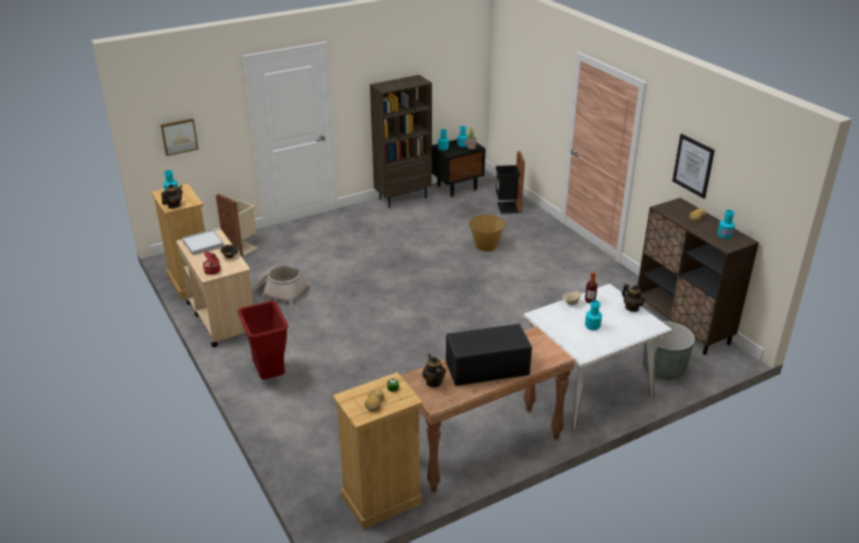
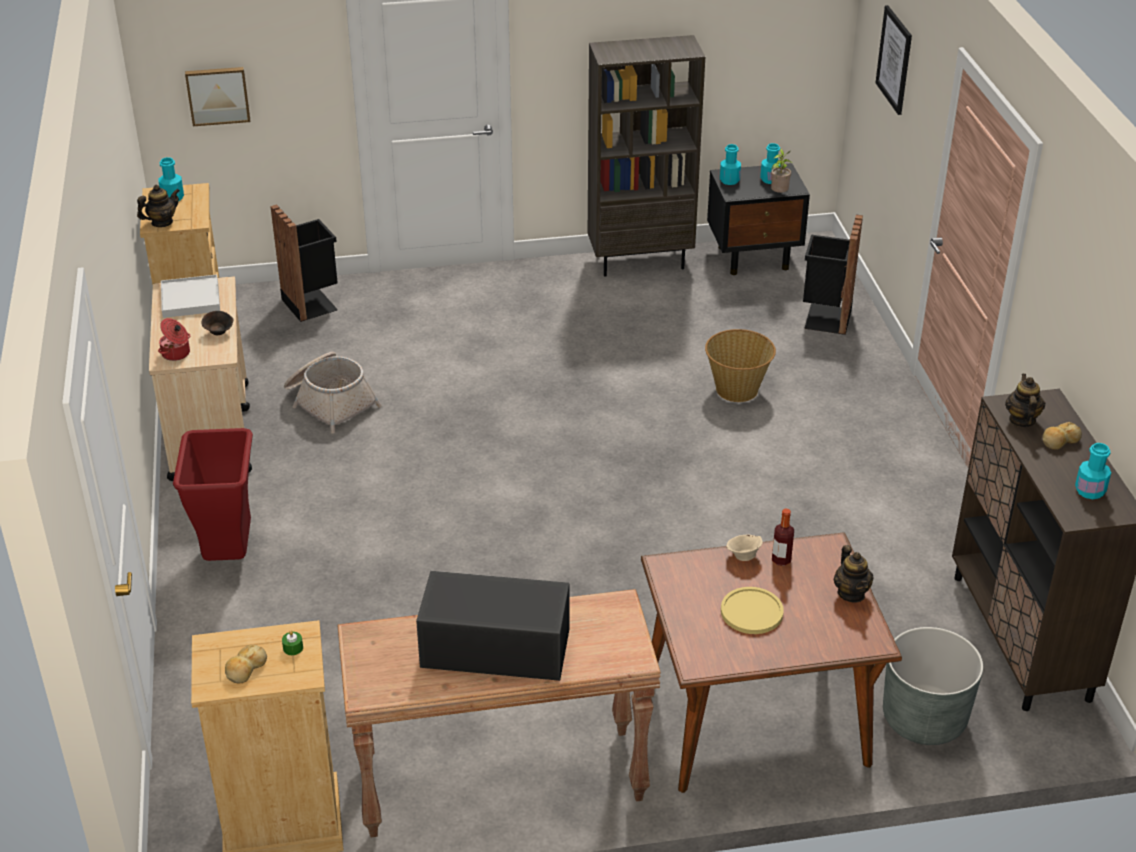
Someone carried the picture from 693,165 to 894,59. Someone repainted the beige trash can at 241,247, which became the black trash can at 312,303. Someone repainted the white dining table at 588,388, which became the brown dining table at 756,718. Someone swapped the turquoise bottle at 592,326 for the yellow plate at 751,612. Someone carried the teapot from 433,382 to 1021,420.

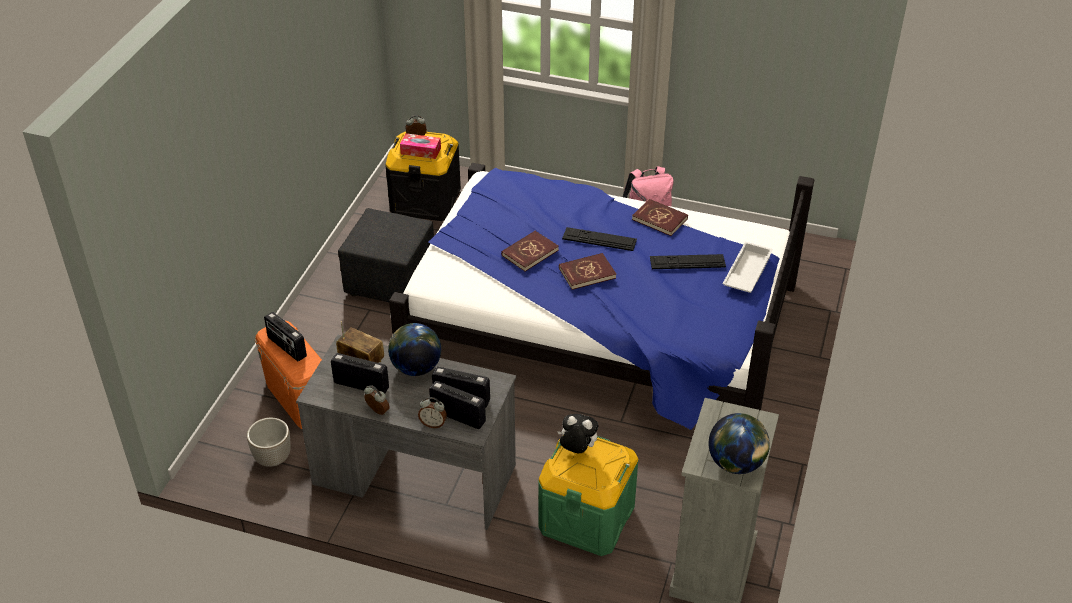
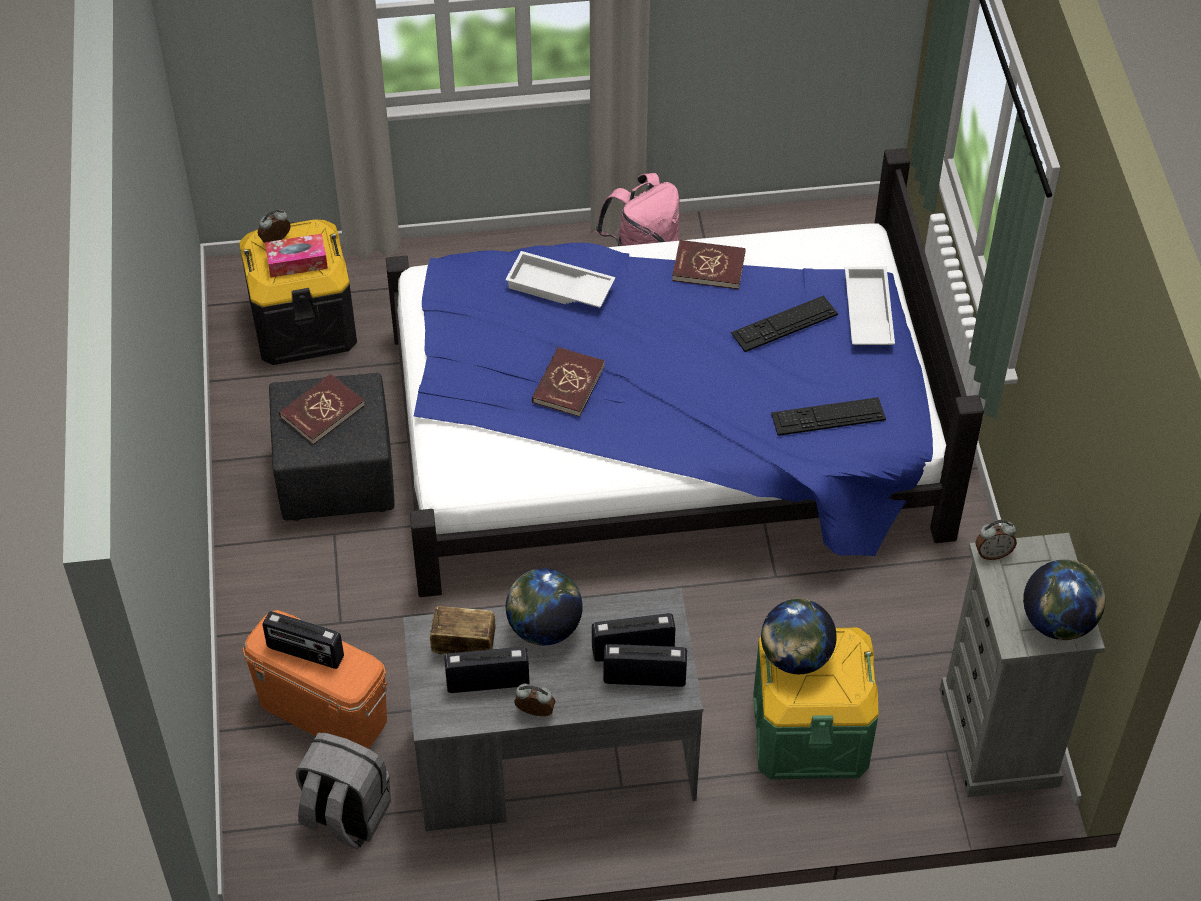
Someone carried the keyboard from 599,239 to 828,416. Someone carried the red book from 587,273 to 322,411. Someone carried the alarm clock from 433,424 to 992,553. Someone swapped the plush toy at 577,449 for the globe at 795,657. Someone swapped the planter at 272,458 for the grey backpack at 345,815. Someone put down the white tray at 558,288.

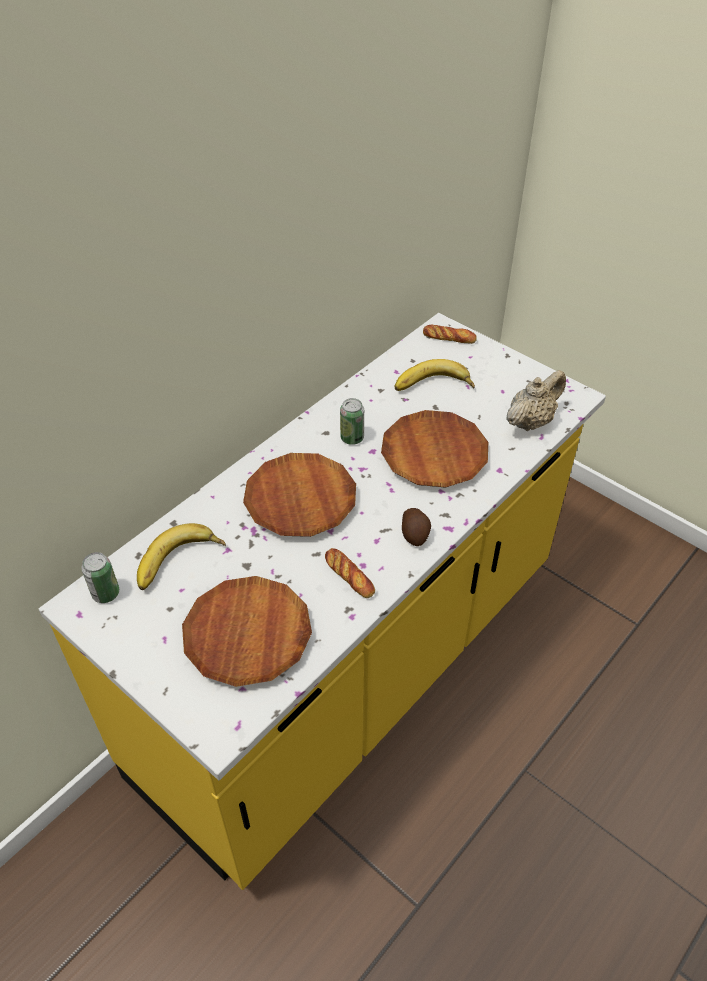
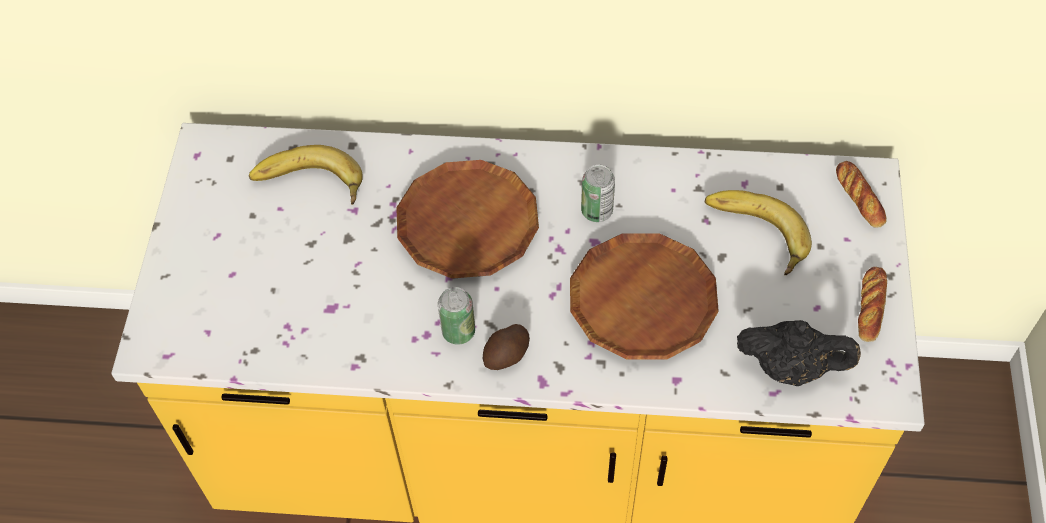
Someone repainted the beige teapot at 531,421, which became the black teapot at 791,367. Someone carried the bread from 349,576 to 871,307. Someone carried the can from 106,593 to 458,331. Someone took away the brown plate at 247,635.

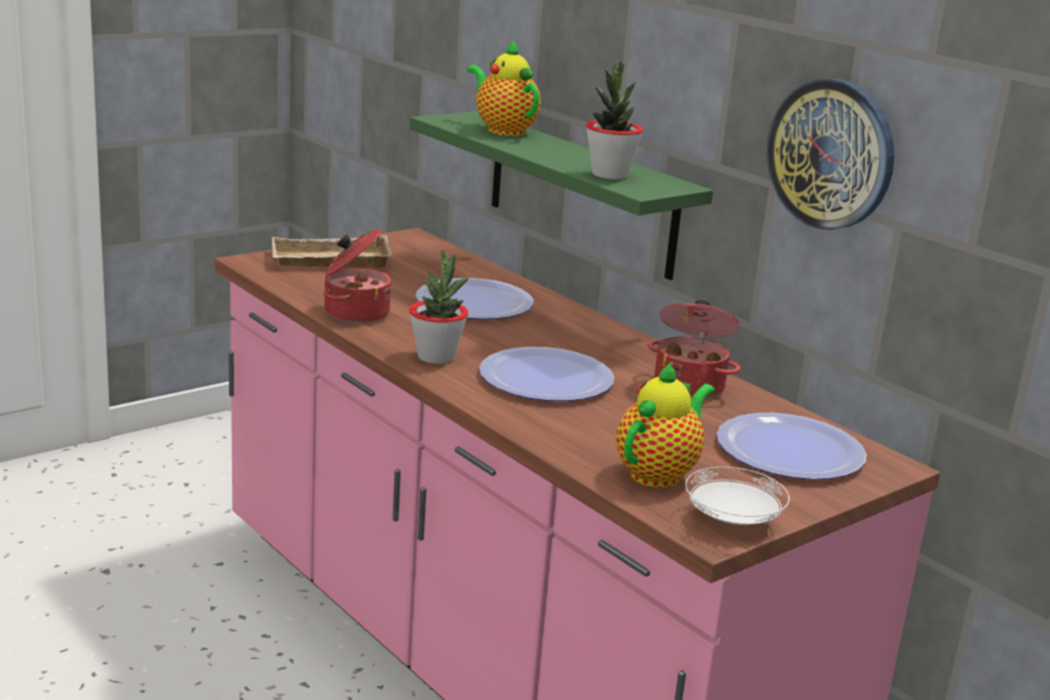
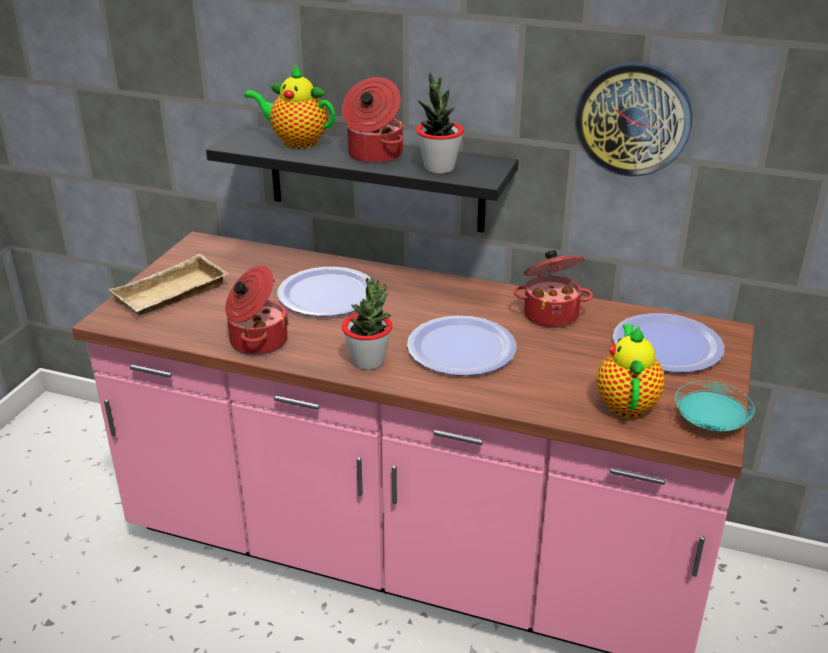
Someone repainted the green shelf at 581,193, which became the black shelf at 375,178. Someone repainted the white plate at 732,521, which became the turquoise plate at 710,424. Someone put down the cooking pot at 374,155.

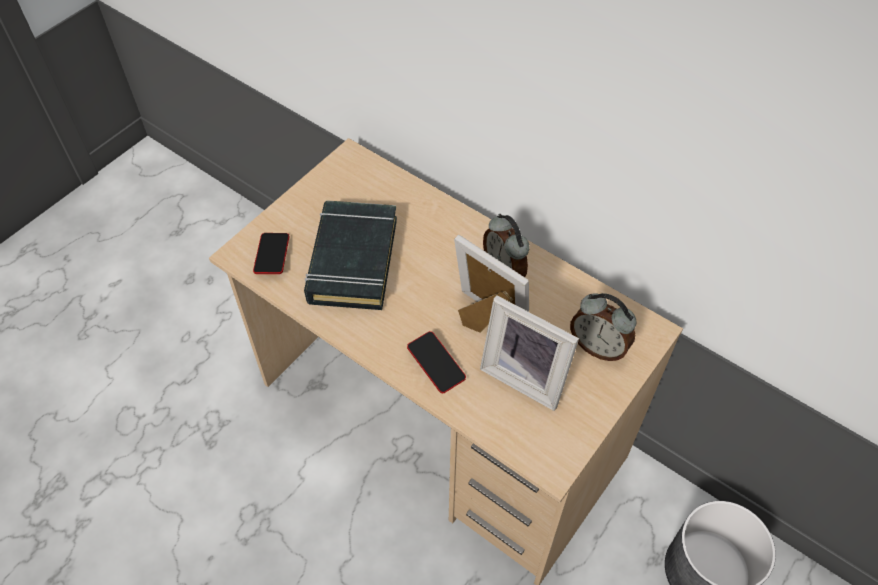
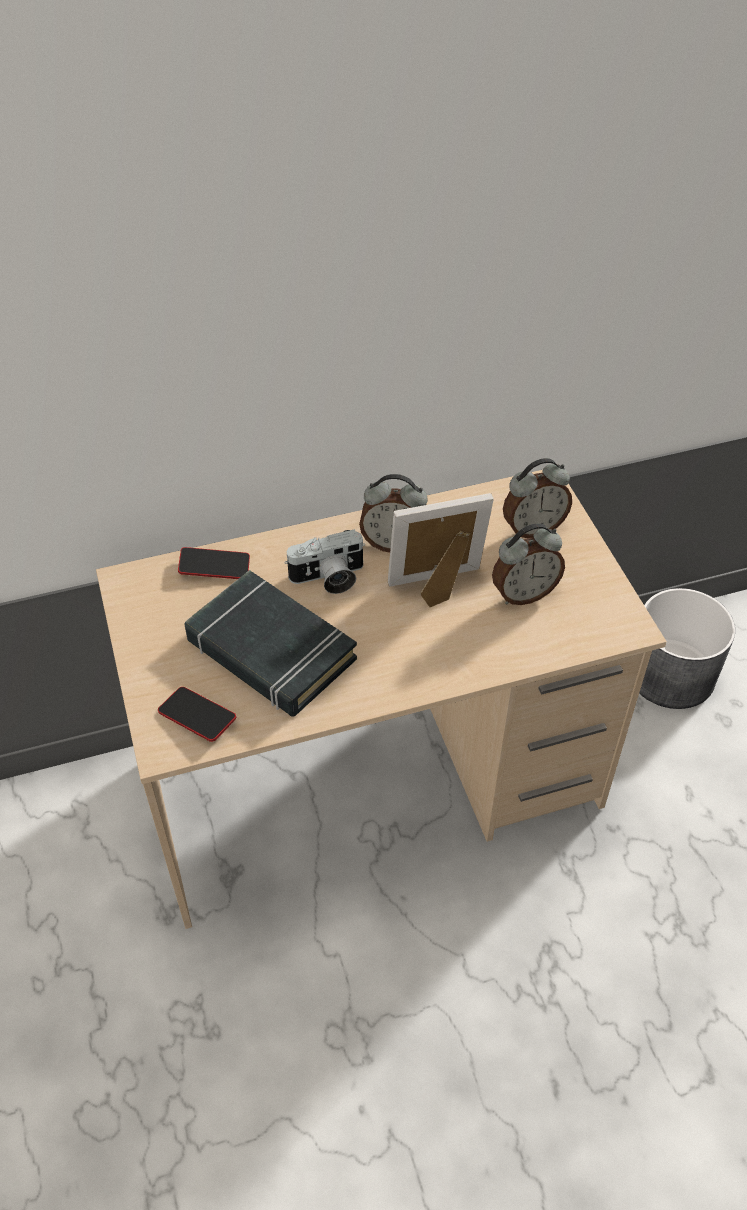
Someone swapped the picture frame at 526,376 for the alarm clock at 523,593. Someone carried the phone from 436,364 to 214,567. Someone put down the photo camera at 328,578.

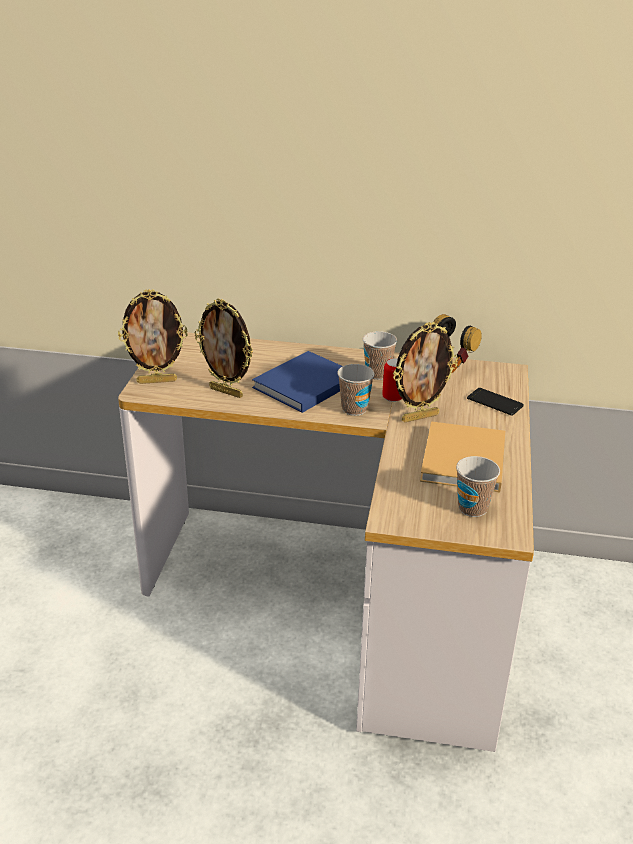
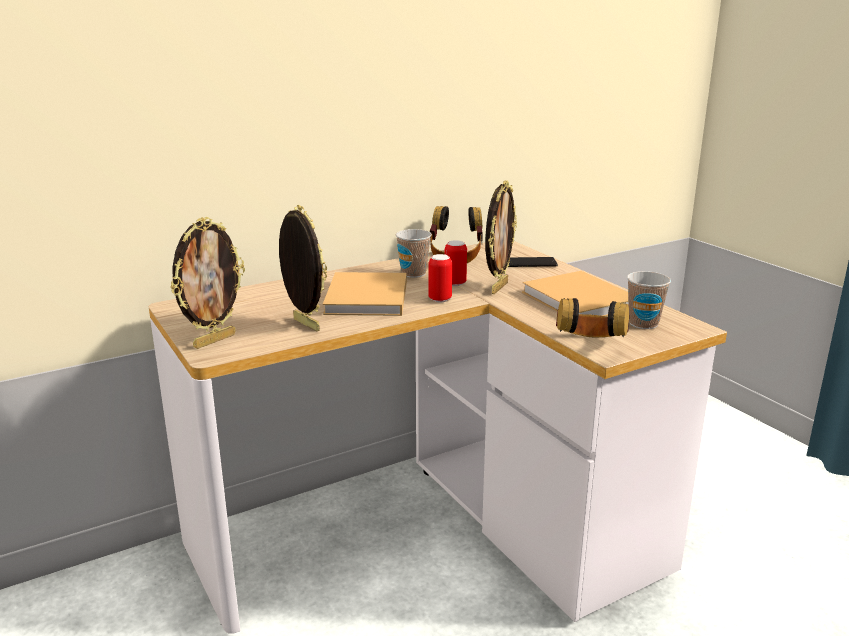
Someone rotated the picture frame at 227,392 by 120 degrees counterclockwise. Someone repainted the blue book at 303,385, which became the beige book at 366,299. Someone swapped the cup at 354,409 for the can at 440,299. Someone put down the headphones at 589,350.

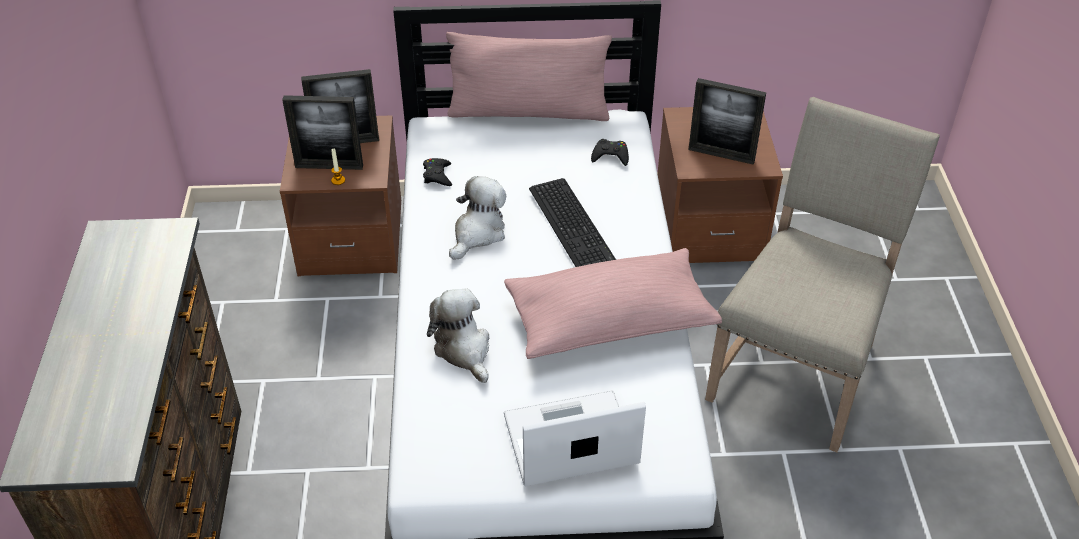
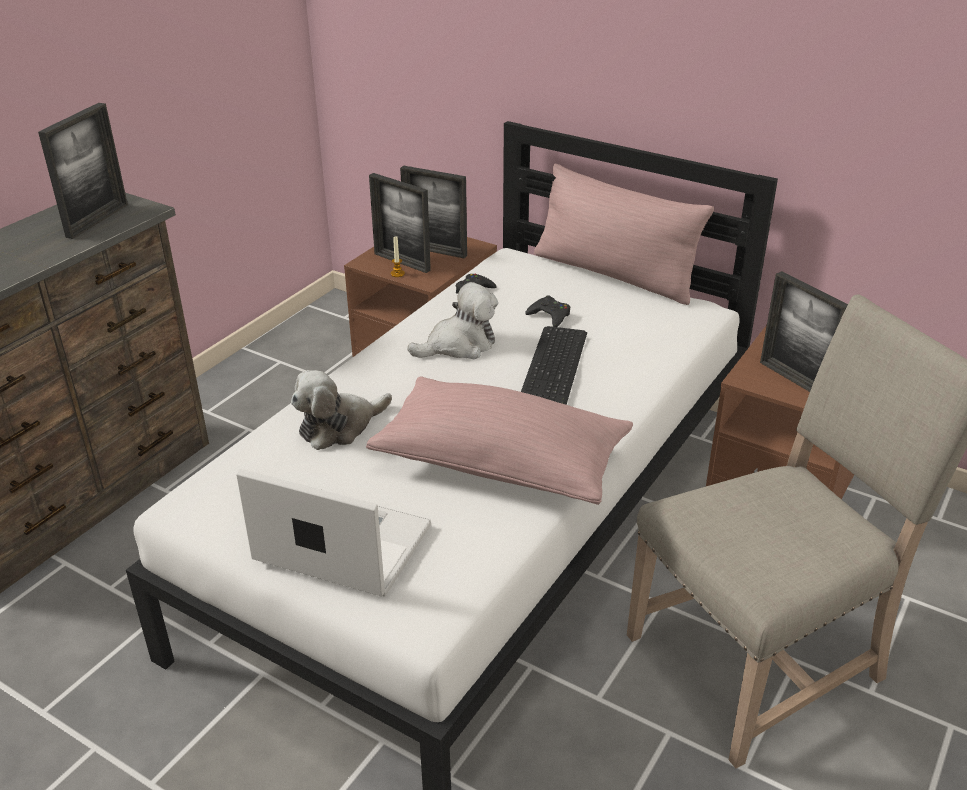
Someone carried the black game controller from 610,156 to 550,316. Someone rotated the plush toy at 463,349 by 135 degrees counterclockwise. Someone put down the picture frame at 97,220.

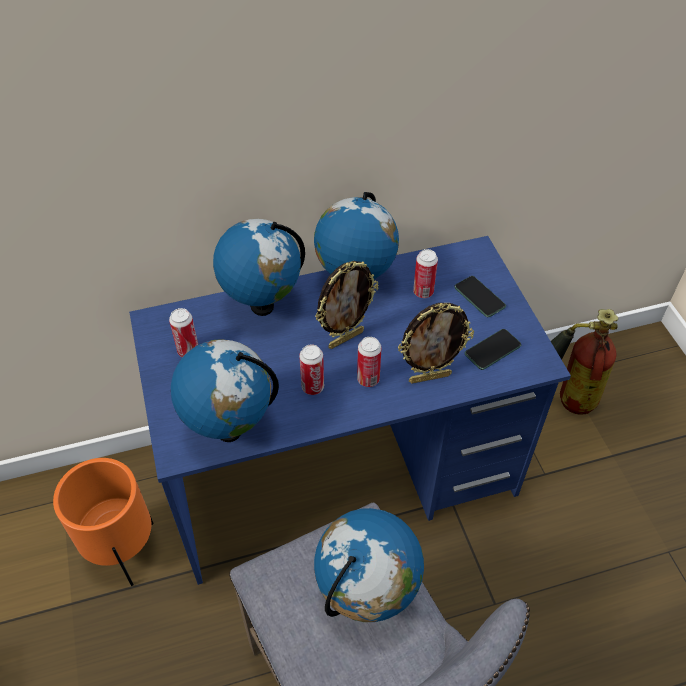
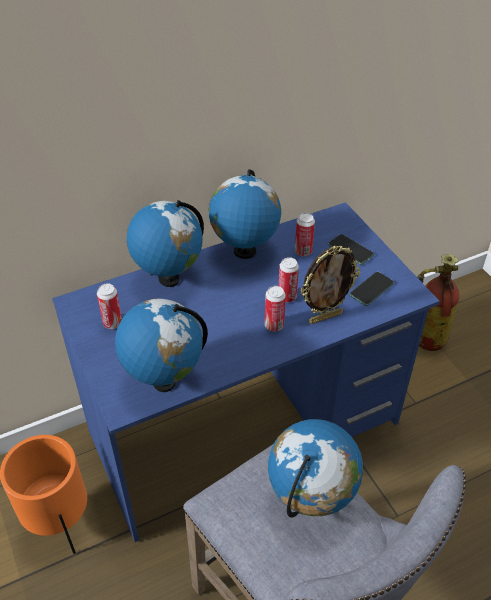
Someone took away the picture frame at 345,338. Someone carried the can from 312,387 to 287,297.

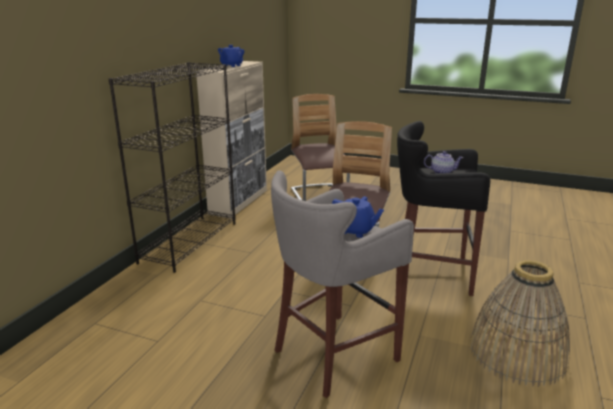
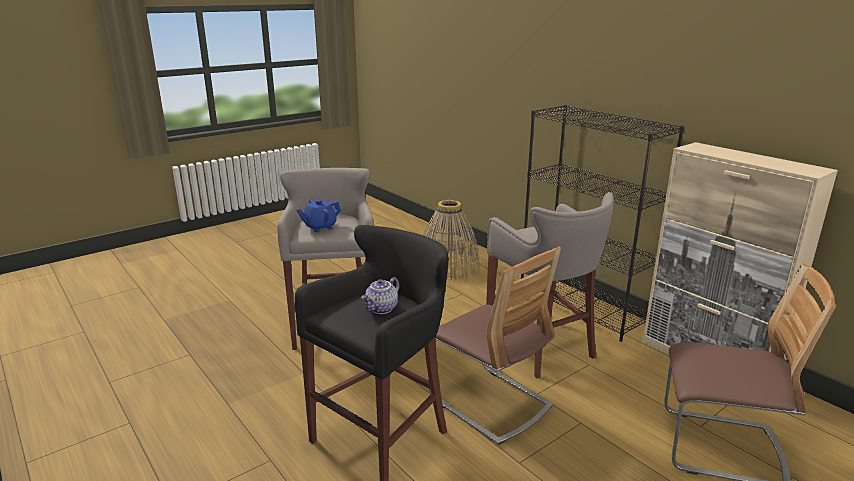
Someone took away the blue teapot at 231,65. Someone carried the basket from 516,353 to 448,266. Someone put down the grey stool at 542,348.

